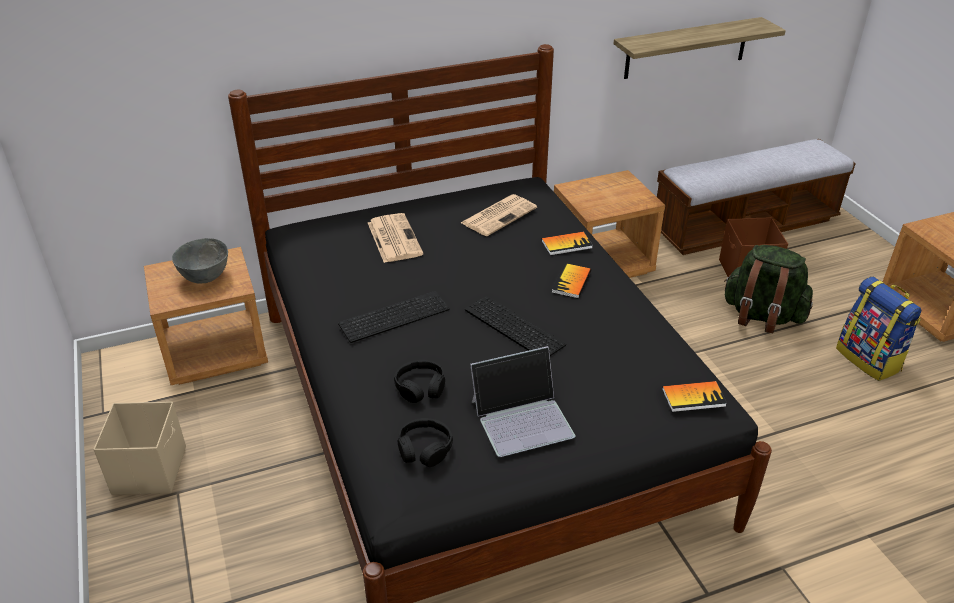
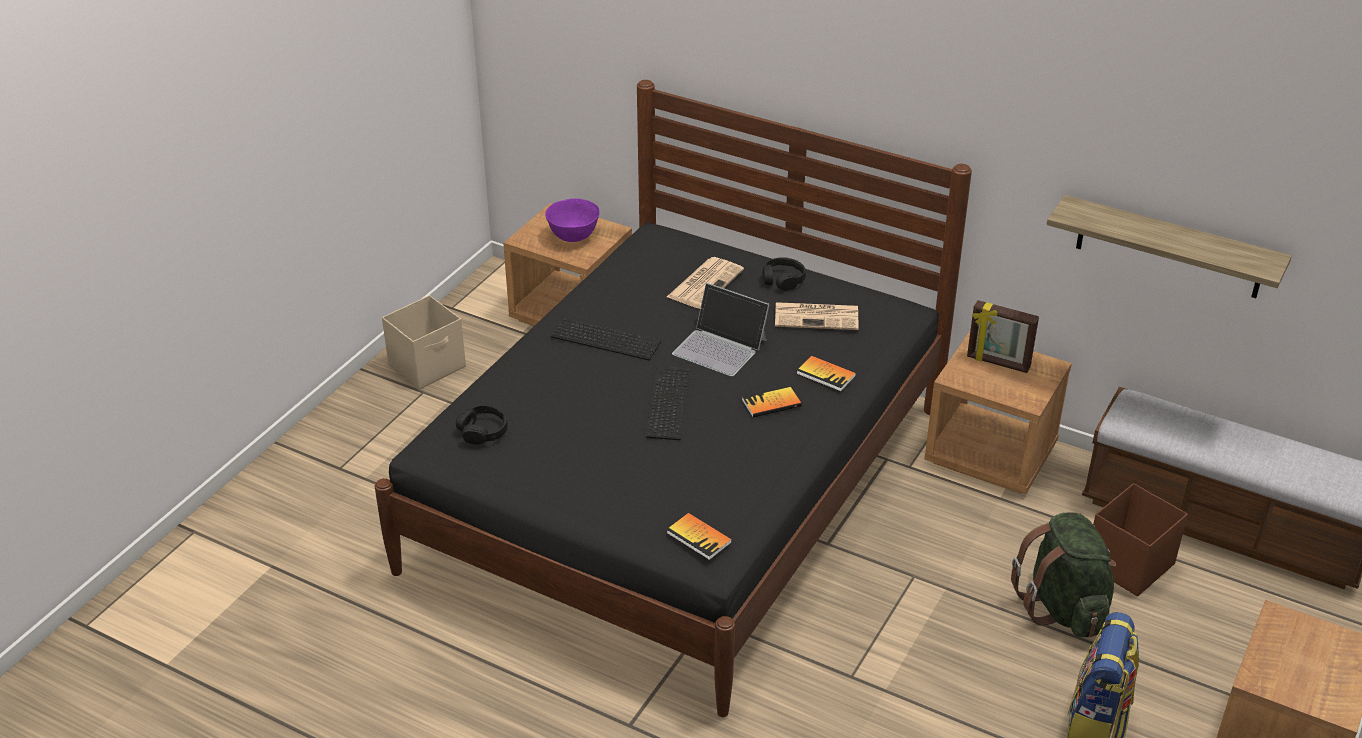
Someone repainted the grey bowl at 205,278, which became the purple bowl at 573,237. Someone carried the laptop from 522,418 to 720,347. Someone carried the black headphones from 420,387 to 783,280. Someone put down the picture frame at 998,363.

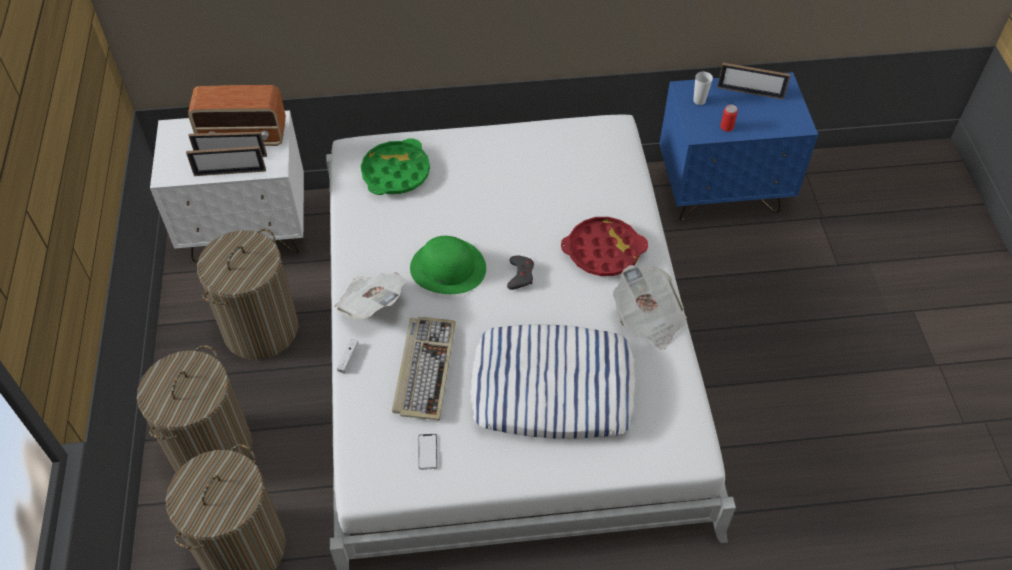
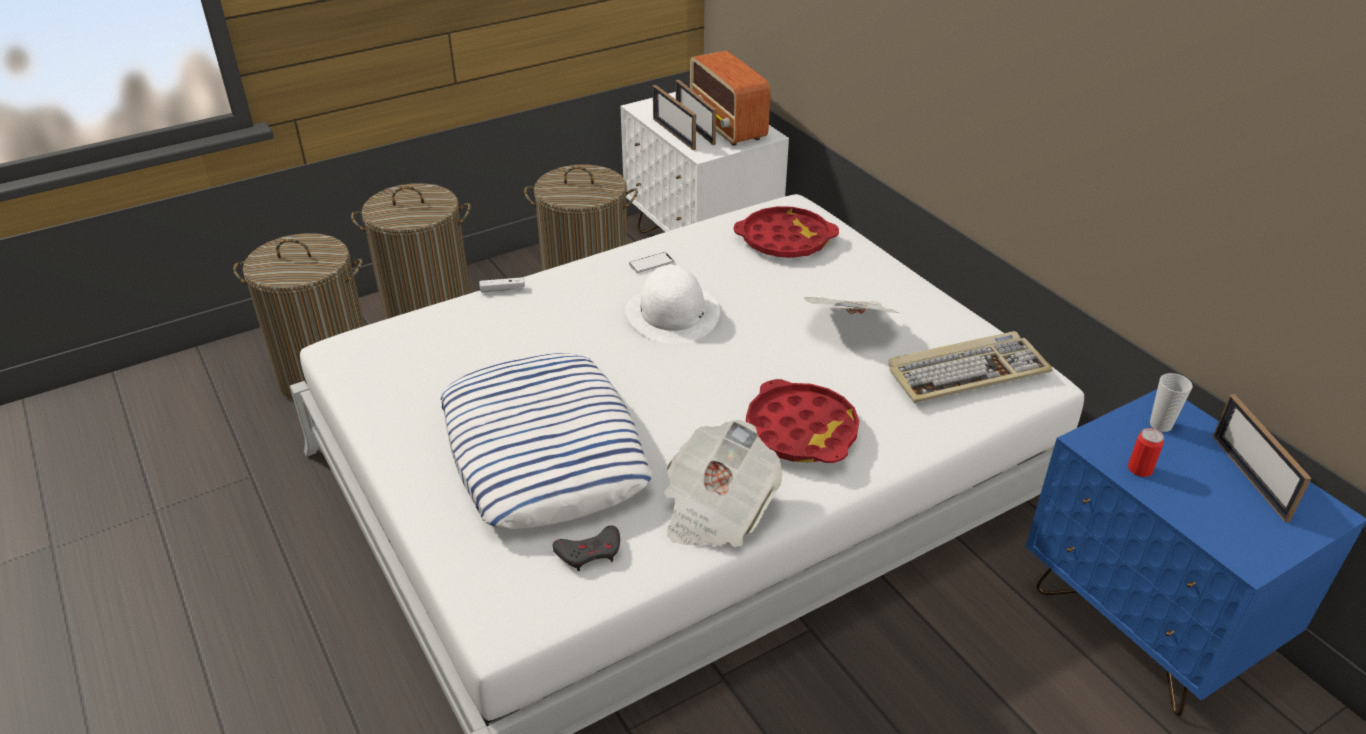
Someone repainted the green tray at 395,172, which became the red tray at 785,240. Someone repainted the green hat at 448,267, which became the white hat at 673,313. Someone carried the grey game controller from 520,275 to 589,552. Someone carried the newspaper from 371,305 to 851,326. Someone carried the keyboard from 424,368 to 967,371. Someone carried the phone from 427,452 to 651,263.

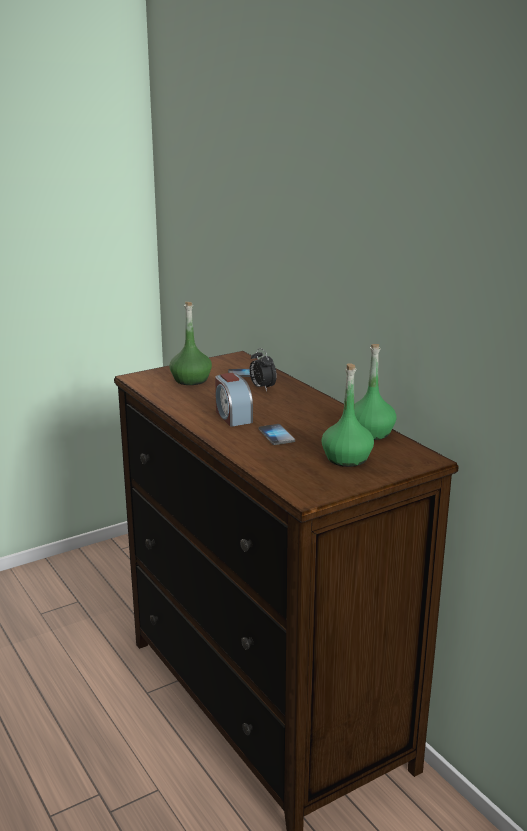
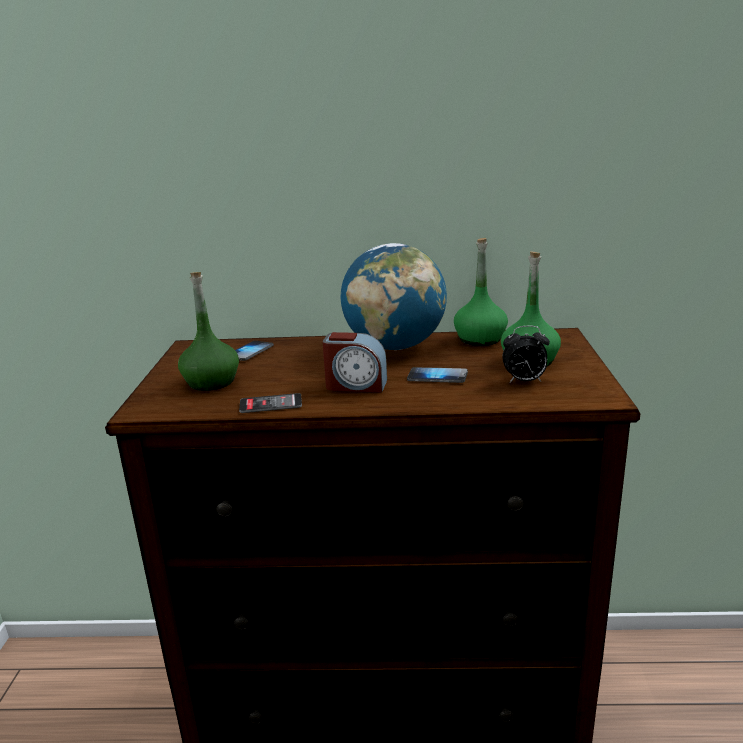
Someone carried the alarm clock from 262,388 to 524,381. Someone put down the globe at 395,346. Someone put down the phone at 270,404.

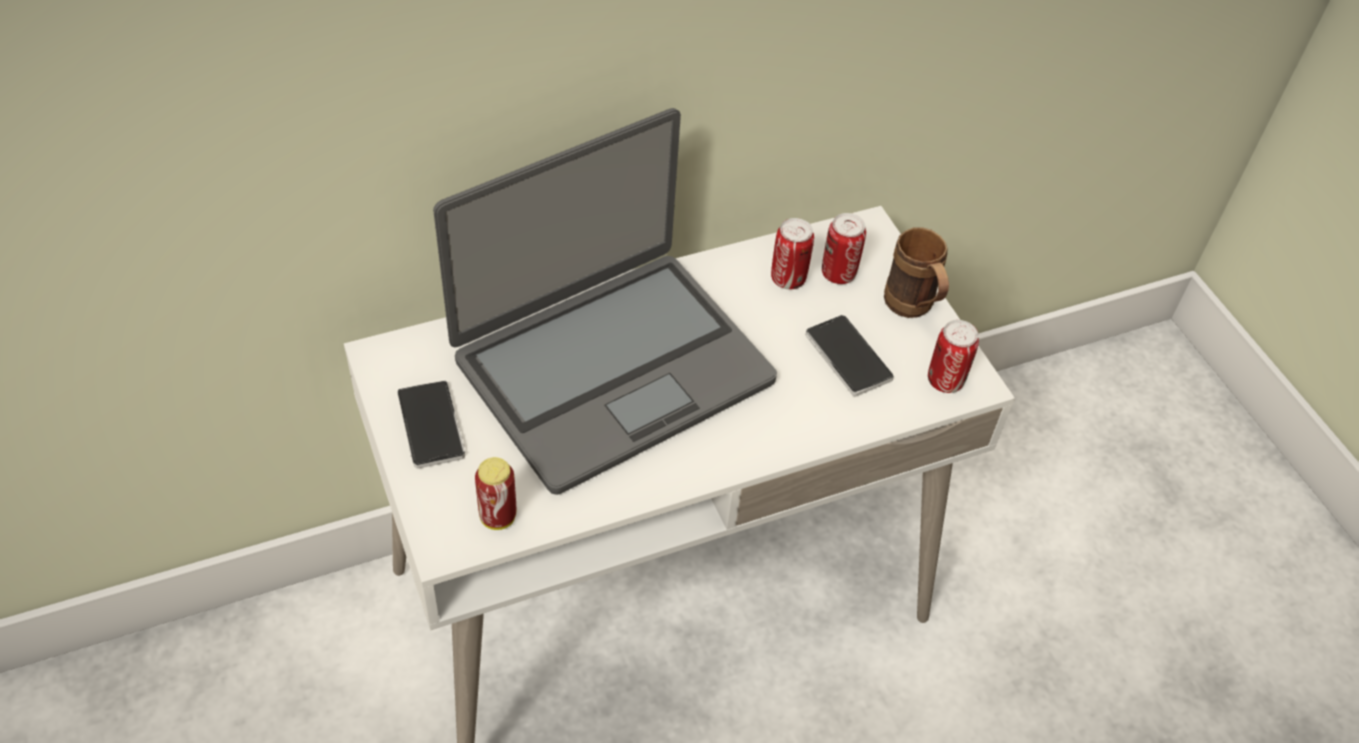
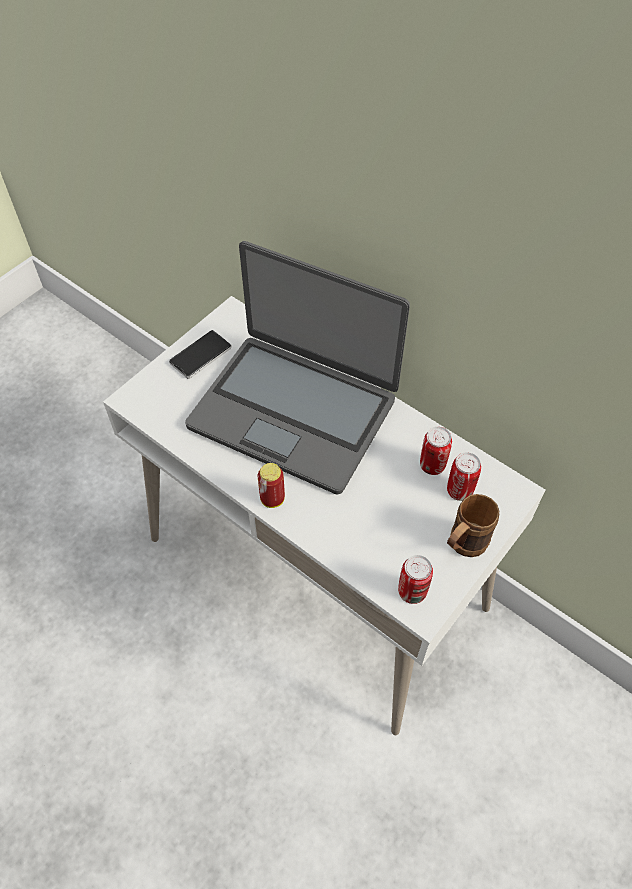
Someone took away the phone at 848,357. Someone carried the can from 498,516 to 272,499.

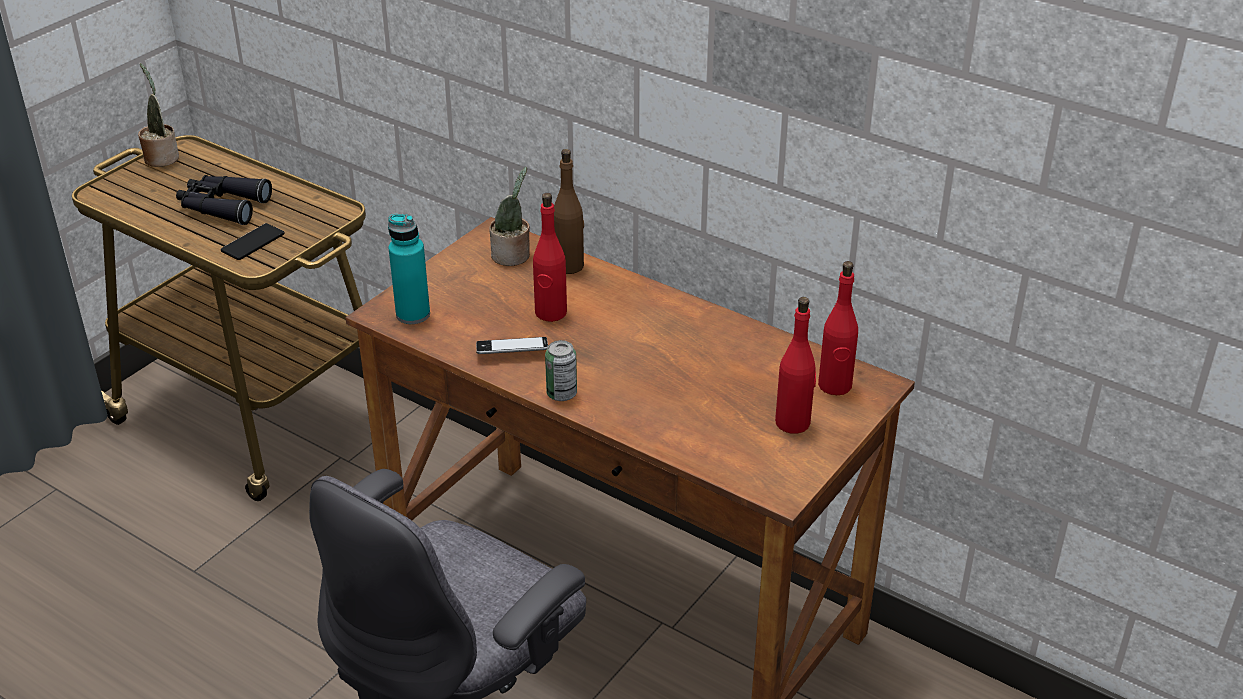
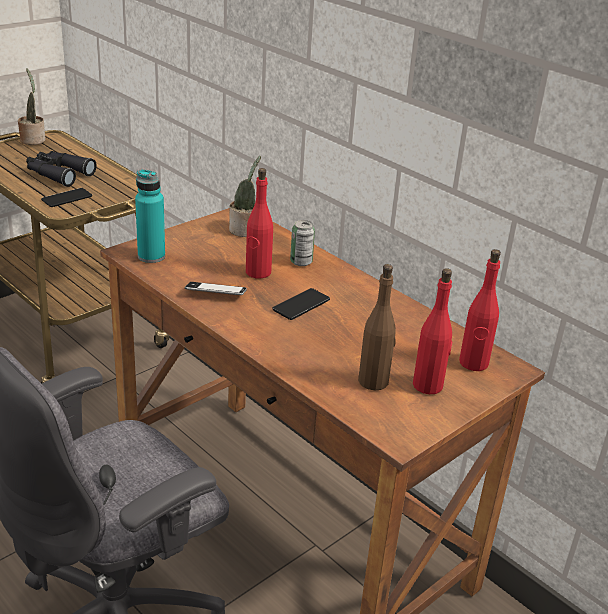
Someone carried the brown bottle from 569,265 to 374,381. Someone carried the can from 561,394 to 301,262. Someone put down the phone at 301,305.

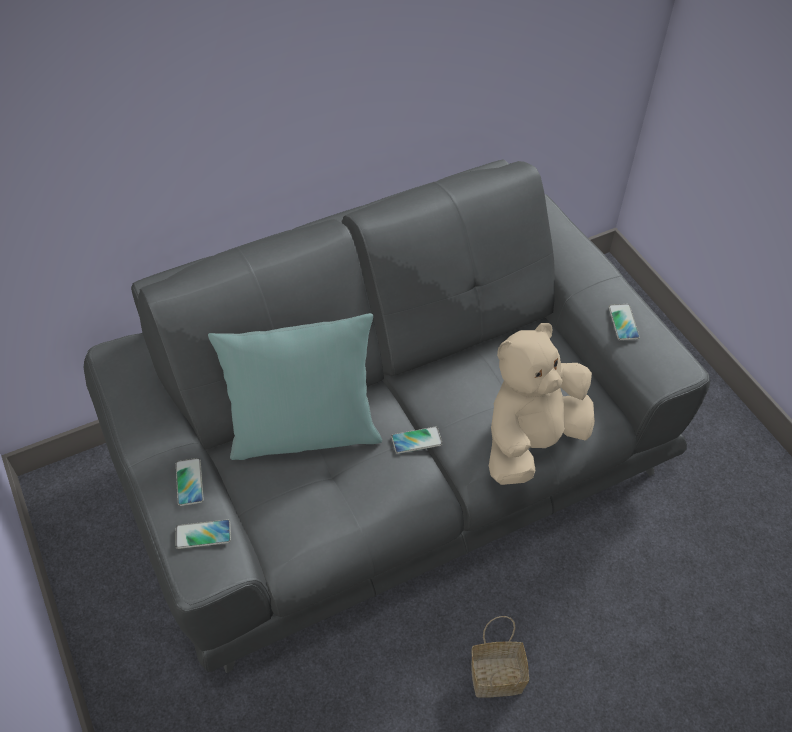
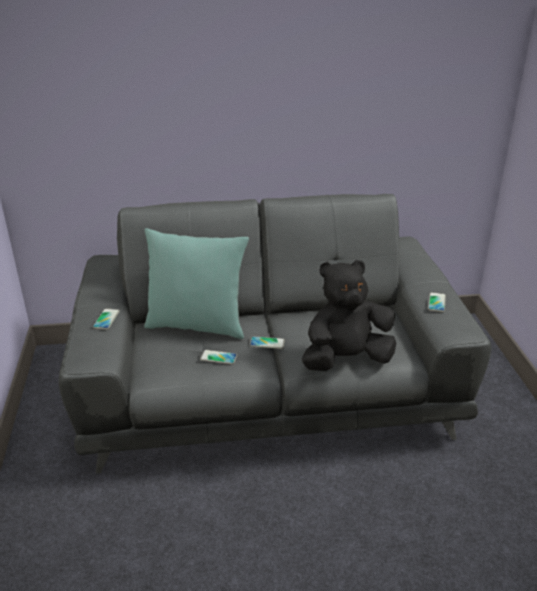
Someone repainted the beige plush toy at 531,441, which became the black plush toy at 346,360. Someone carried the phone from 203,535 to 218,357. Someone took away the basket at 495,678.

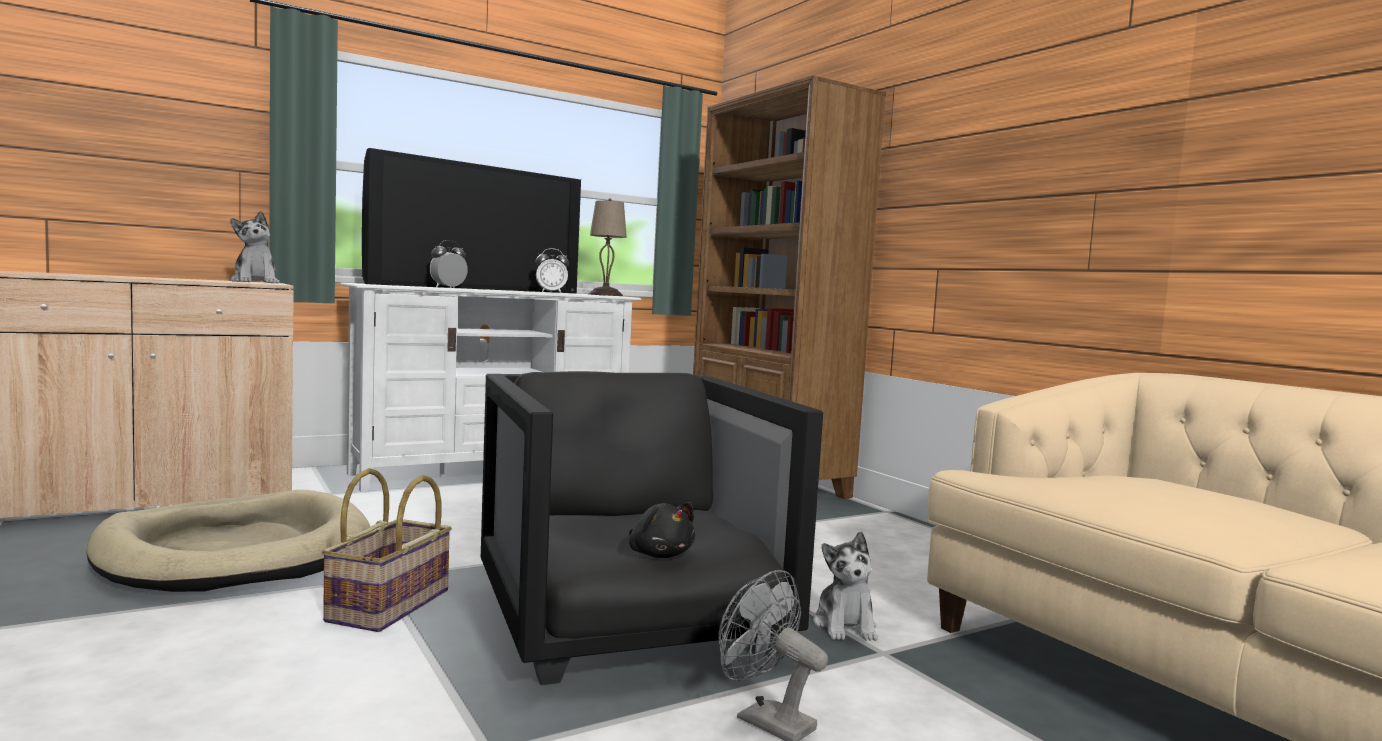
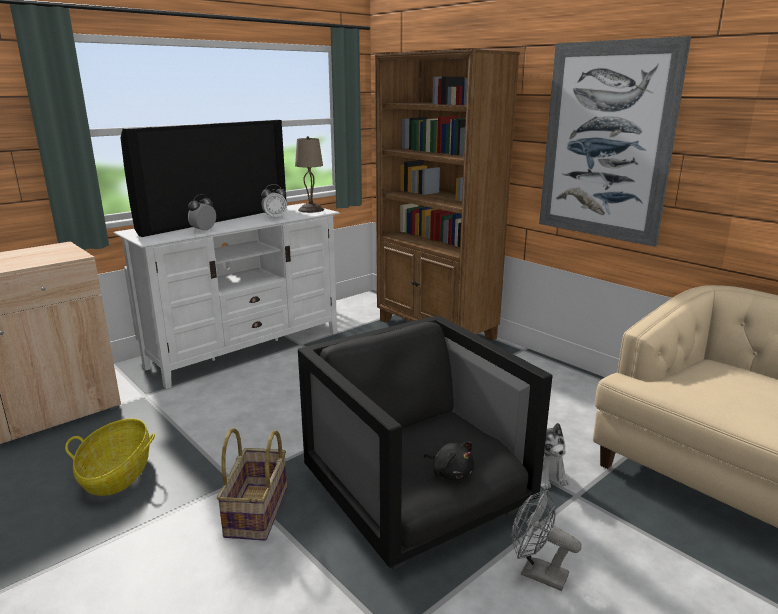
Someone took away the plush toy at 255,282. Someone swapped the beige dog bed at 235,552 for the basket at 117,474. Someone put up the picture at 606,142.

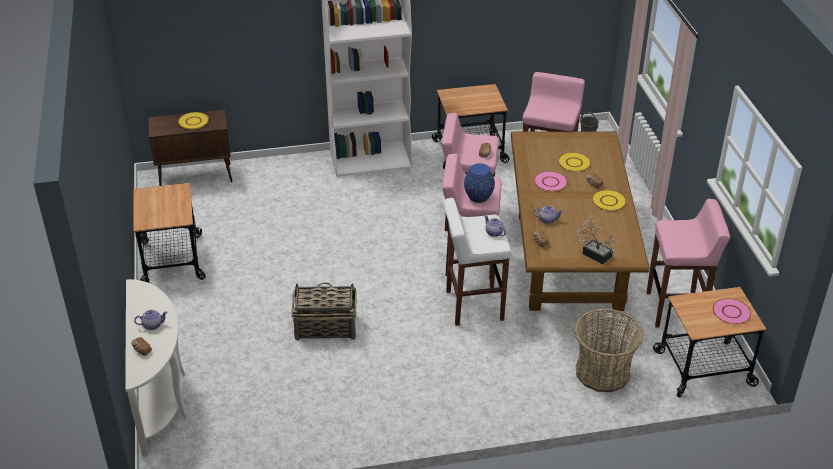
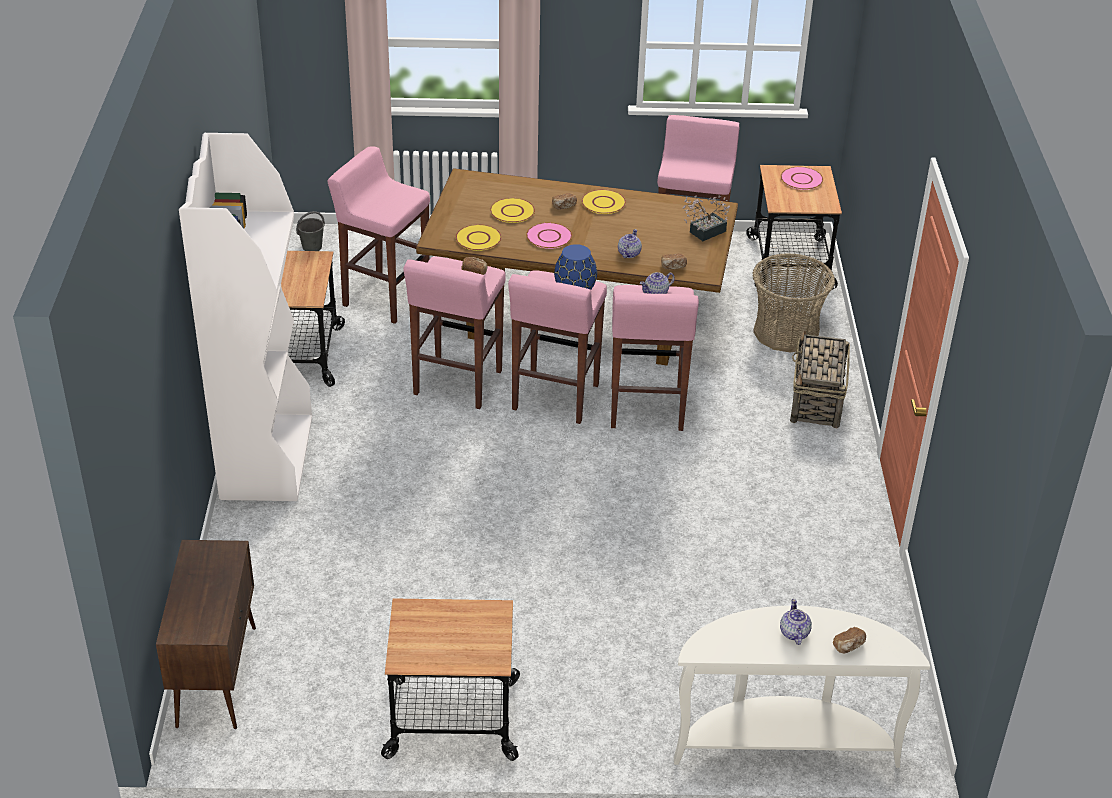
Someone carried the yellow plate from 193,121 to 478,238. Someone repainted the white stool at 473,305, which became the pink stool at 646,409. Someone carried the basket from 325,327 to 816,401.

